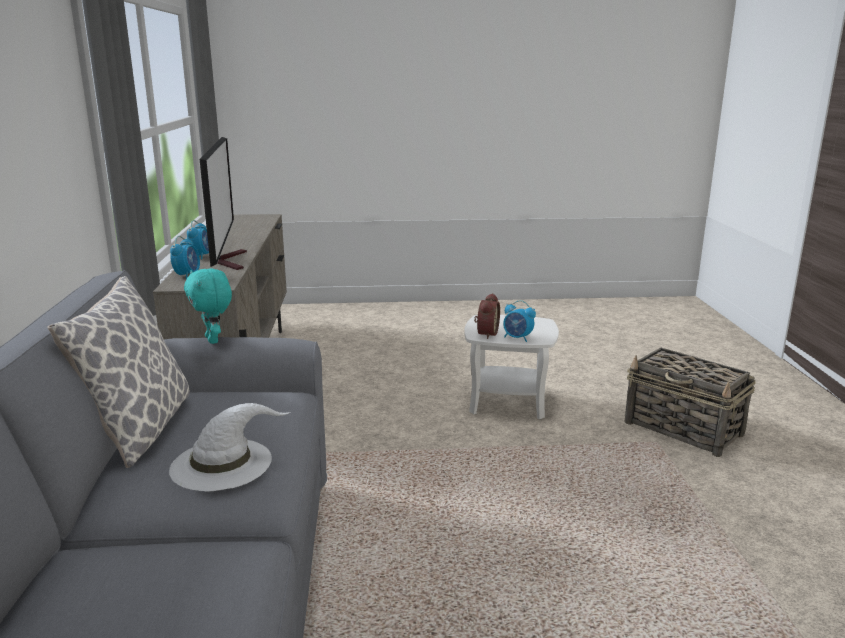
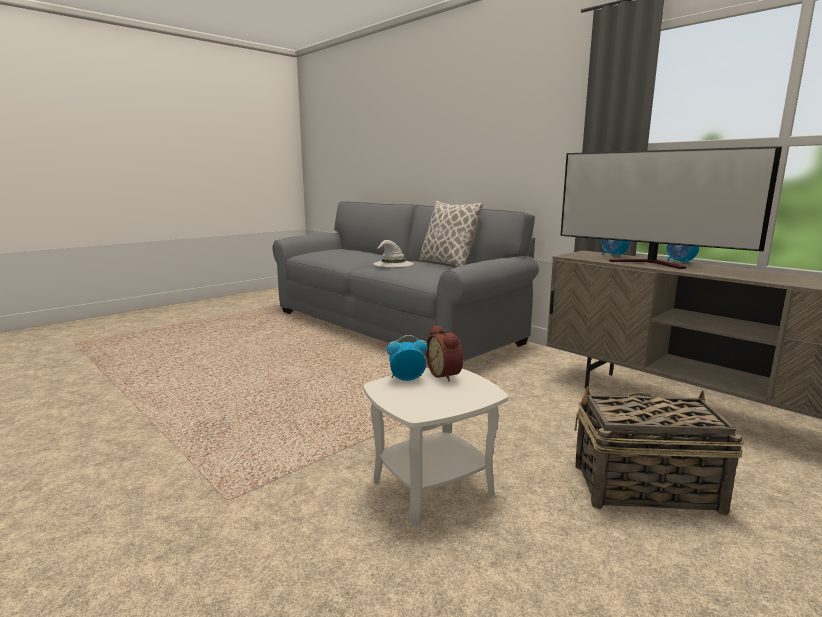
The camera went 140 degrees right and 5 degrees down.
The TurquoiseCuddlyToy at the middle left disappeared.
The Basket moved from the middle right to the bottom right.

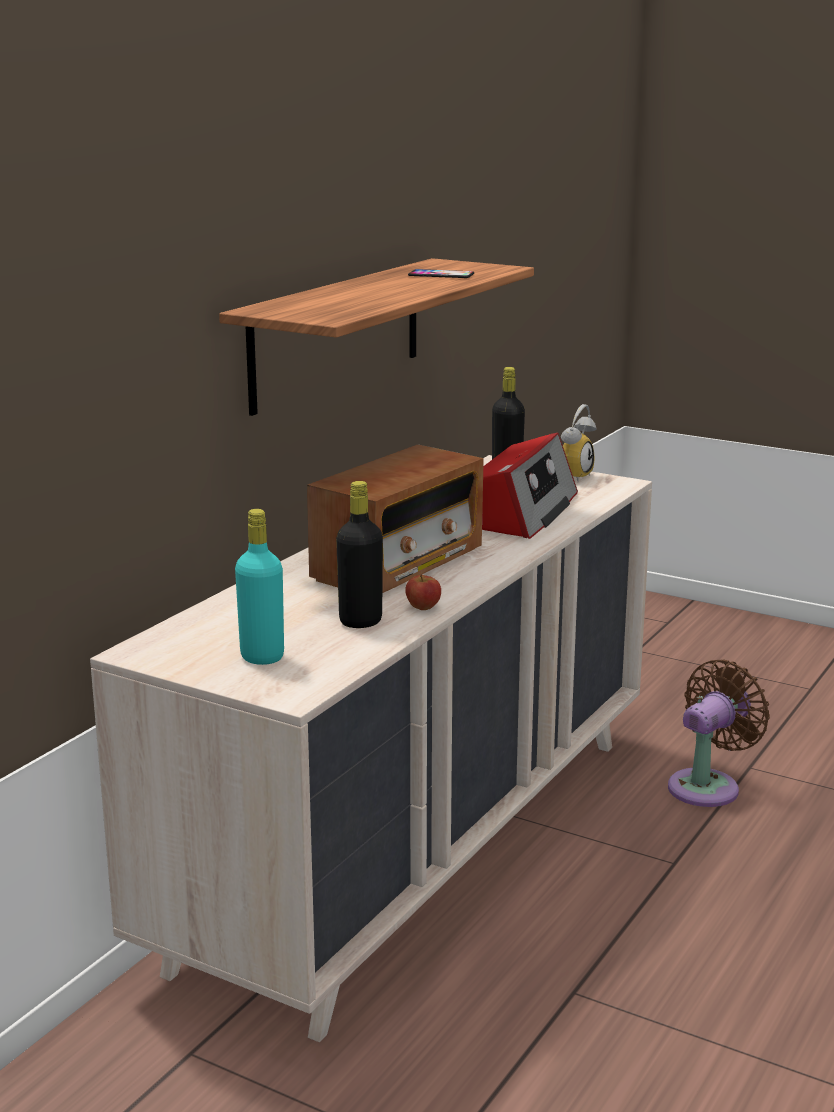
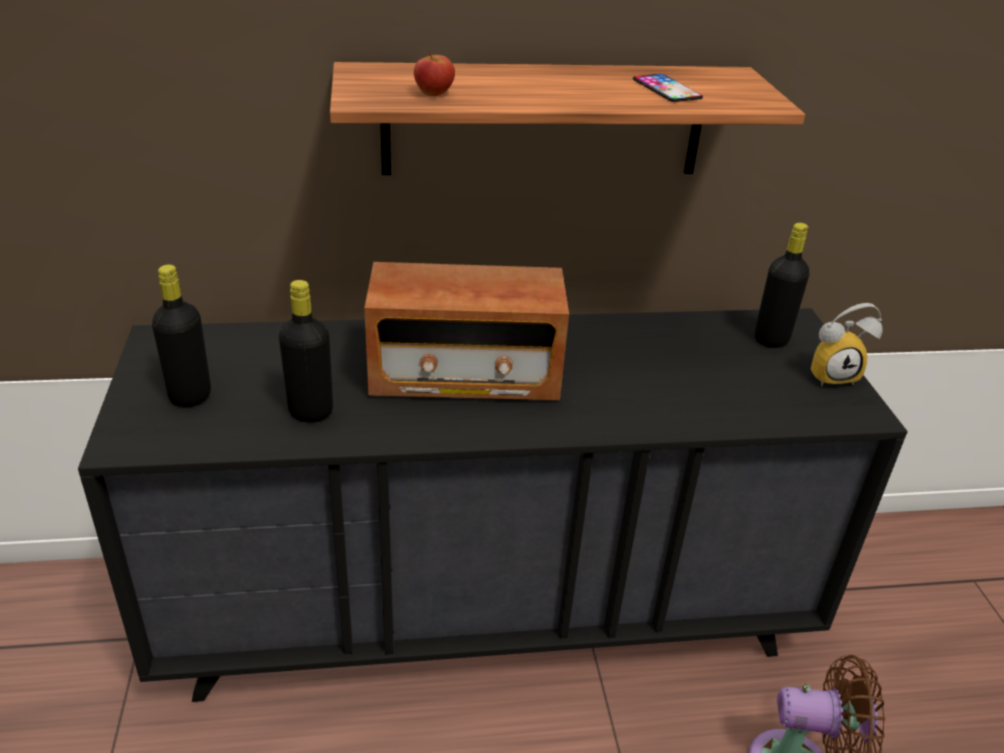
The camera went 50 degrees right and 15 degrees up.
The Radio (no. 2 from left) at the centre disappeared.
The SandColouredDresser at the bottom centre became the BlackDresser at the bottom centre.
The TurquoiseBottle at the middle left became the BlackBottle (no. 1 from left) at the middle left.
The AppleFruit moved from the centre to the top centre.

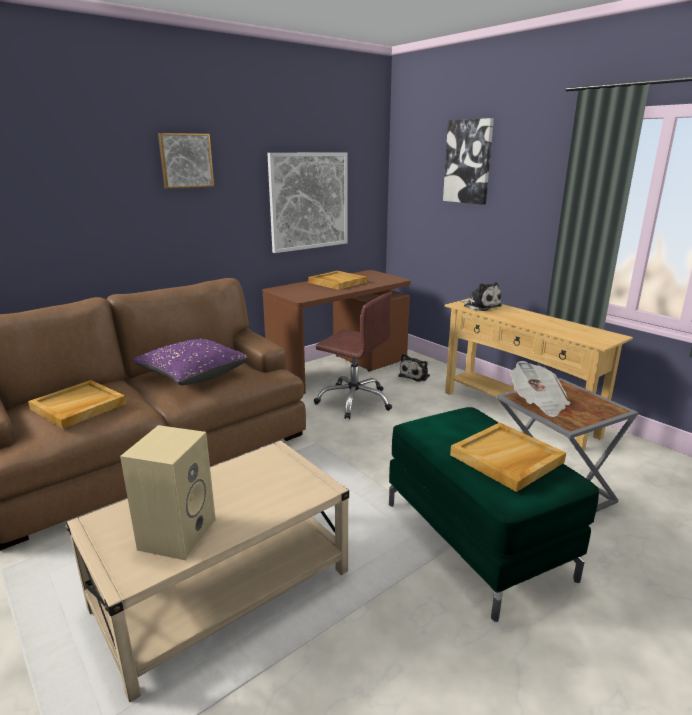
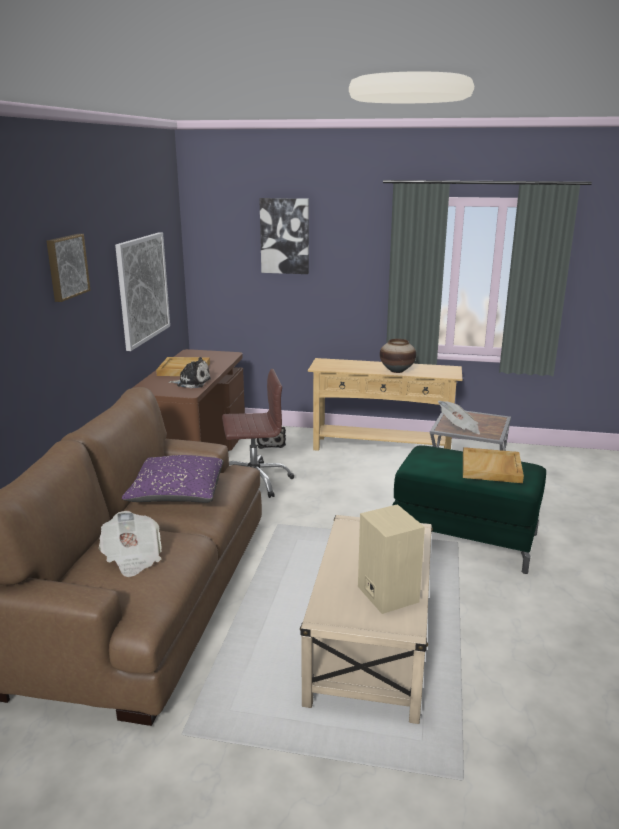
The camera went 40 degrees left and 0 degrees up.
The CuddlyToy (no. 2 from left in the first image) moved from the middle right to the middle left.
The SandColouredServingTray (no. 1 from left) at the middle left was replaced by the PrintedPaper (no. 1 from left) at the middle left.
The FlowerVase at the centre appeared.

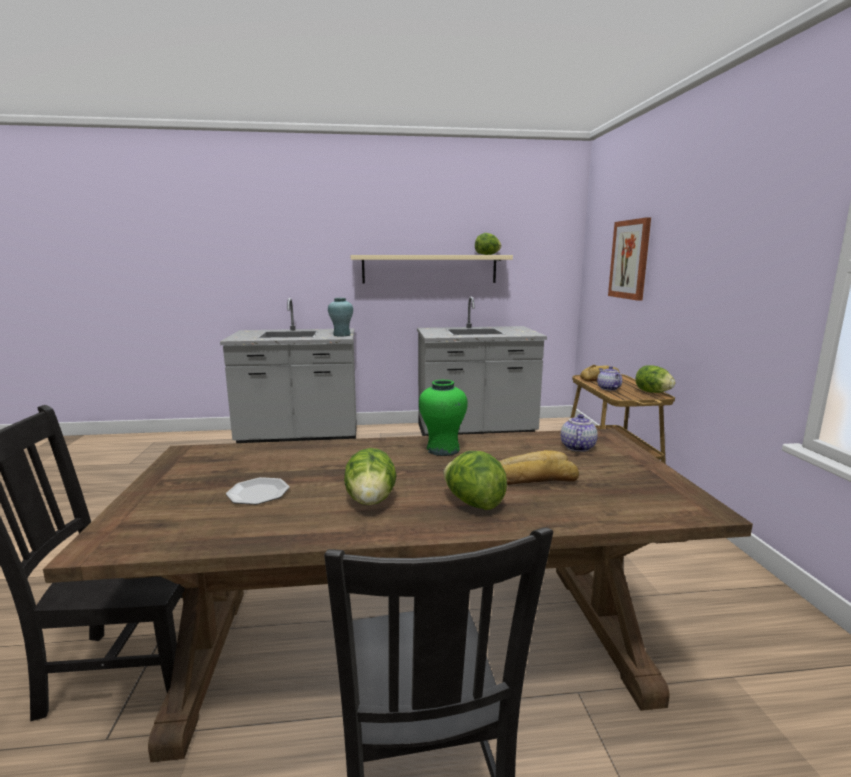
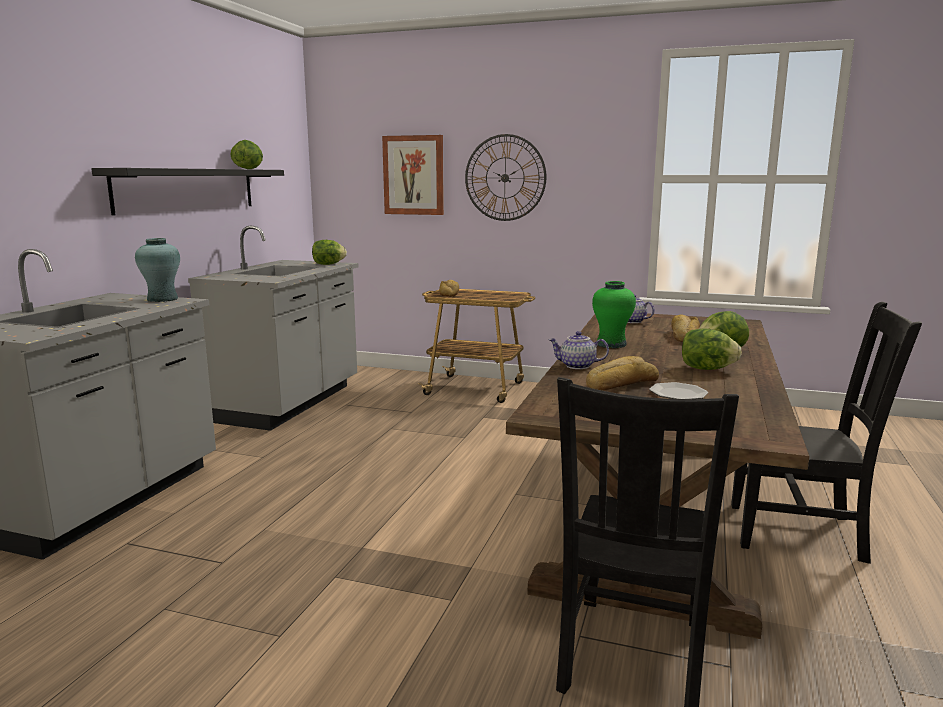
The camera went 65 degrees left and 0 degrees up.
The SandColouredShelf at the centre became the BlackShelf at the top left.
The Lettuce (no. 4 from left in the first image) moved from the middle right to the centre.
The Teapot (no. 2 from left in the first image) moved from the middle right to the centre.
The HangingClock at the top centre appeared.
The Bread (no. 2 from left) at the centre appeared.

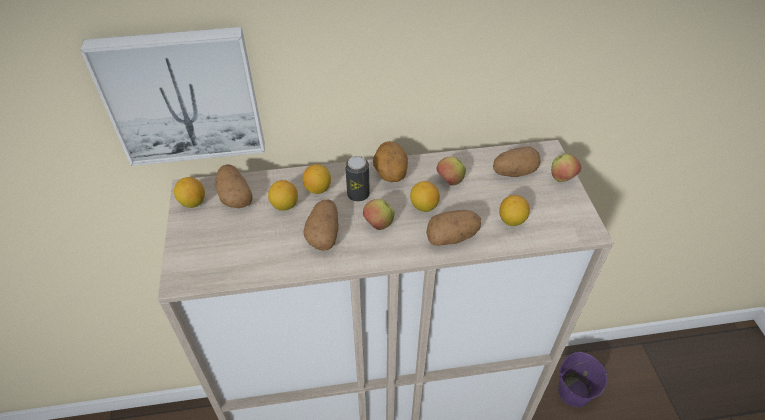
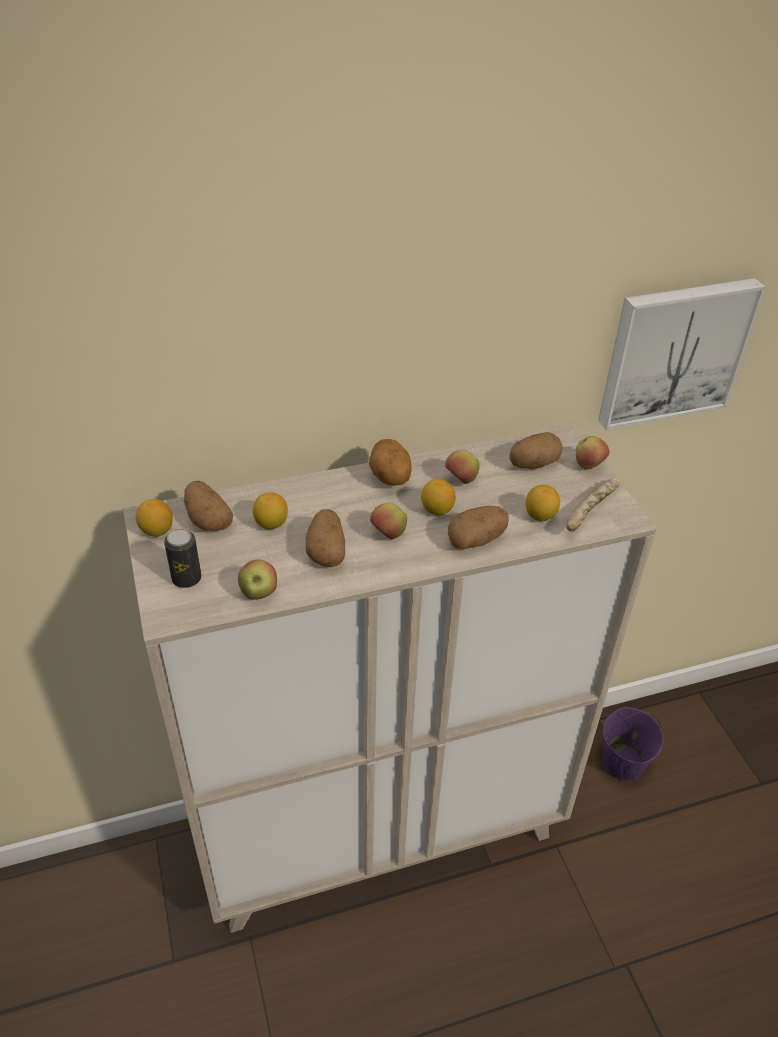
The camera went 10 degrees left and 5 degrees down.
The WallPicture moved from the top left to the middle right.
The SealedCan moved from the centre to the middle left.
The Lemon (no. 3 from left) at the centre disappeared.
The Bread at the middle right appeared.
The AppleFruit (no. 1 from left) at the middle left appeared.

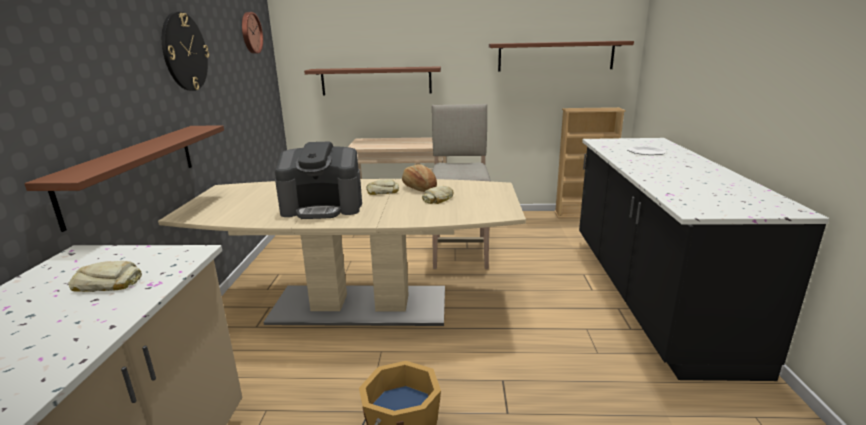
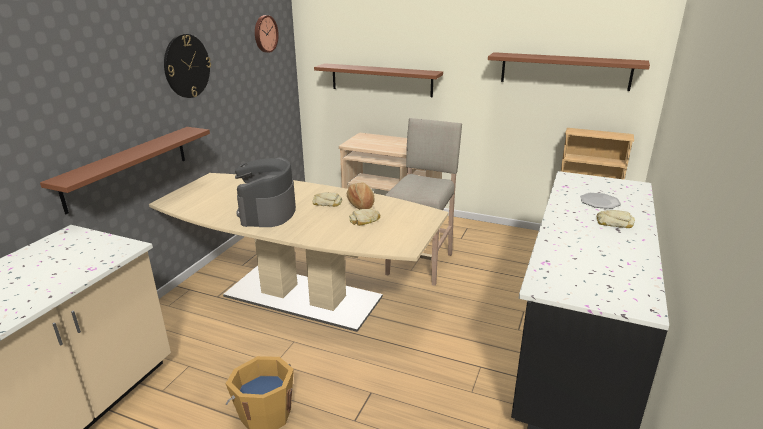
The camera went 20 degrees right and 5 degrees up.
The CoffeeMachine at the centre turned 75 degrees clockwise.
The Bread (no. 1 from left in the first image) moved from the middle left to the middle right.

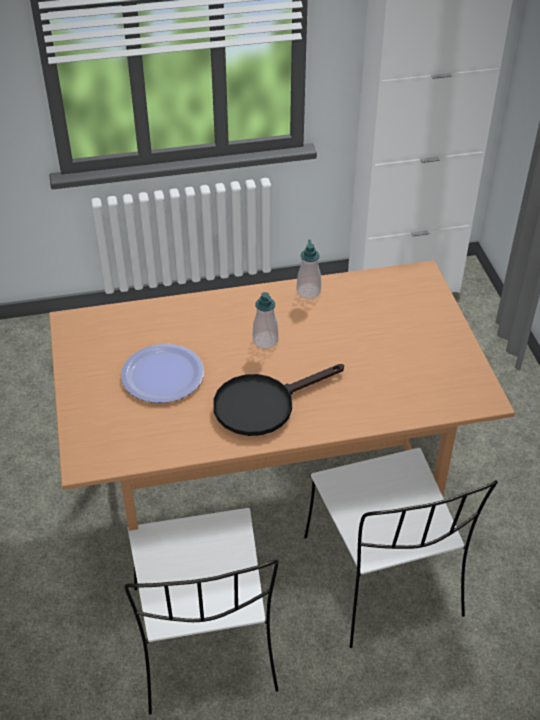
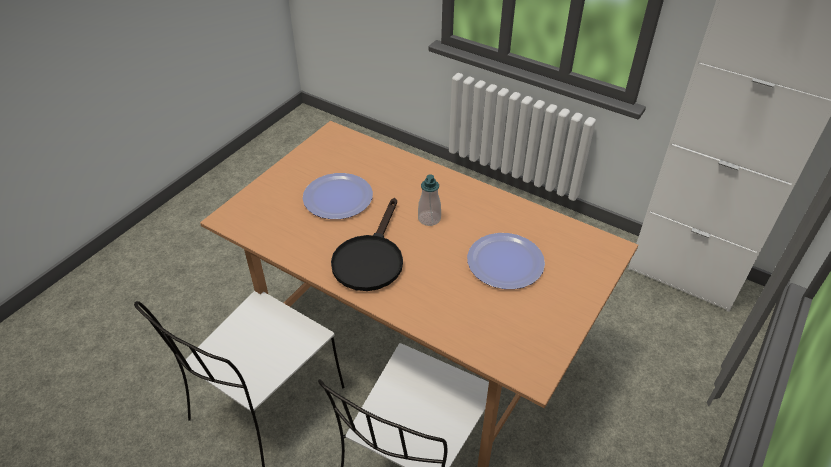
The camera went 45 degrees right and 0 degrees up.
The SoapBottle (no. 2 from left) at the centre disappeared.
The BlackFryingPan at the centre turned 90 degrees counterclockwise.
The DinnerPlate (no. 2 from left) at the centre appeared.

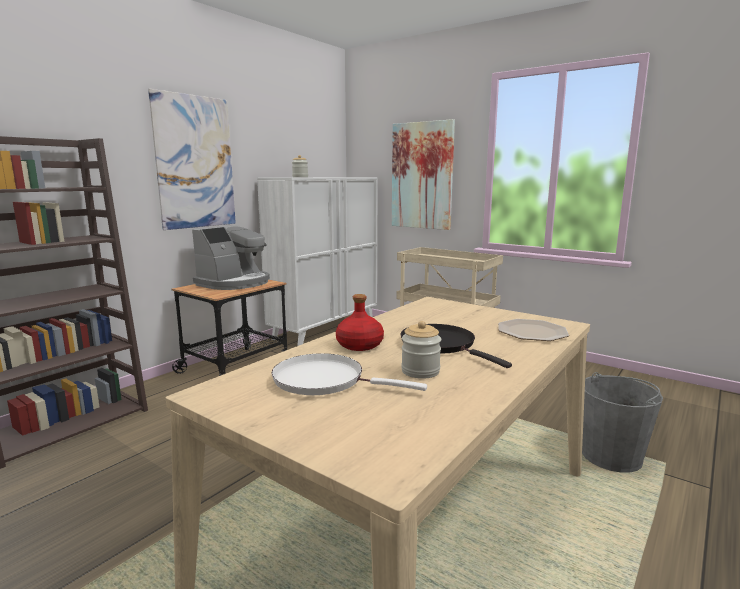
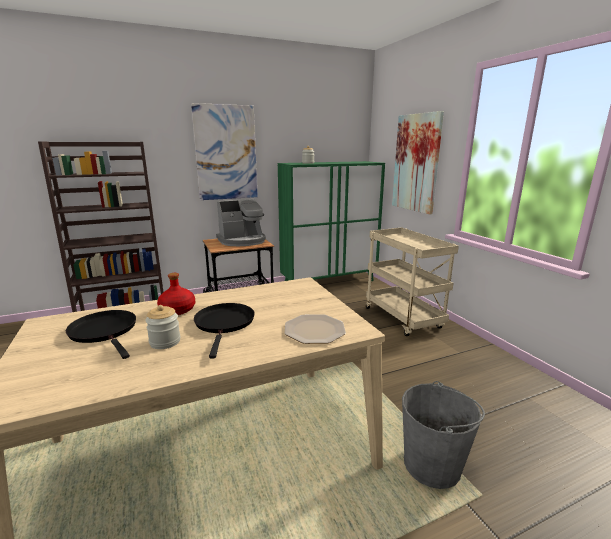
The camera went 30 degrees right and 5 degrees up.
The WhitishCupboard at the centre became the GreenishCupboard at the centre.
The WhitishFryingPan at the centre became the BlackFryingPan (no. 1 from left) at the middle left.

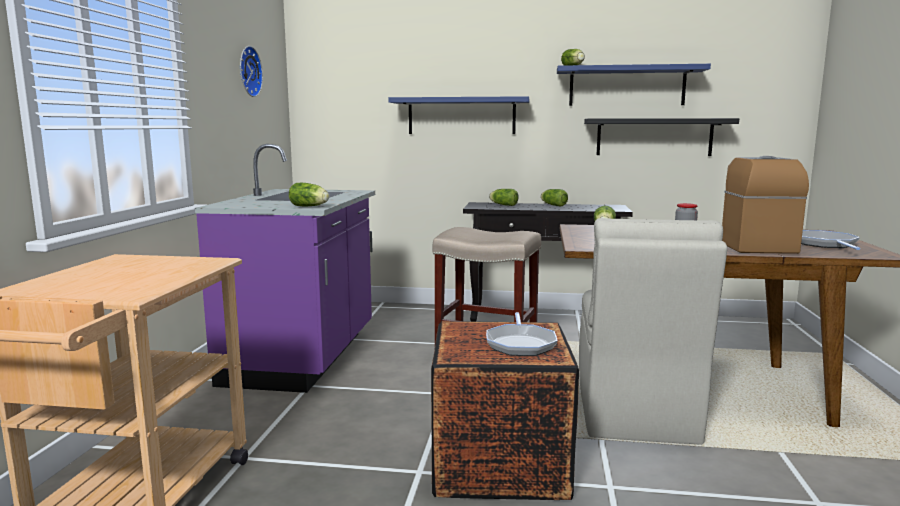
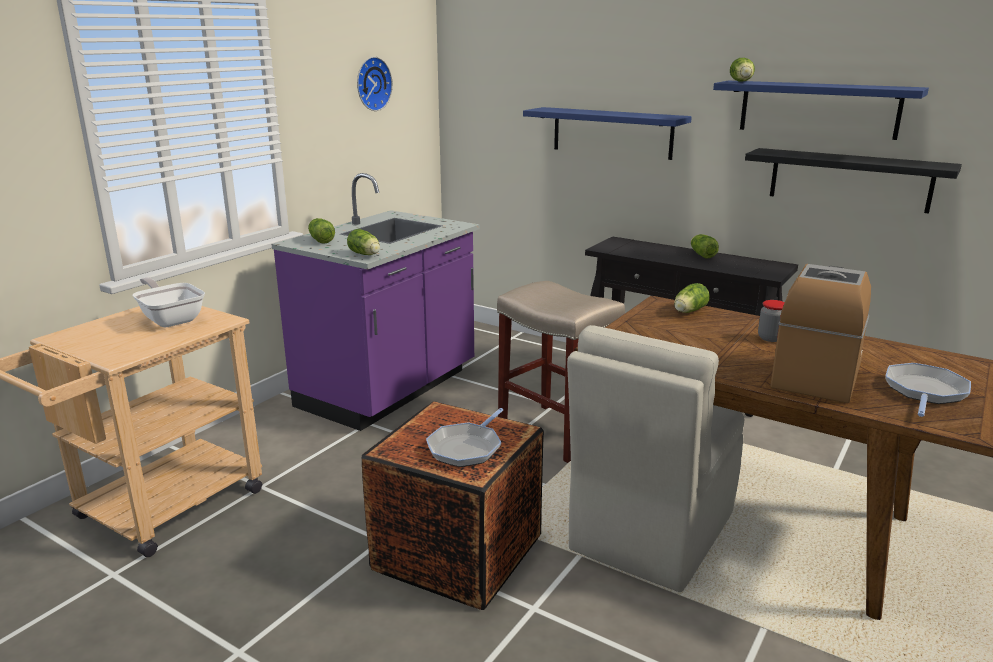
The camera went 25 degrees right and 10 degrees up.
The Lettuce (no. 2 from left in the first image) moved from the centre to the middle left.
The FryingPan (no. 1 from left) at the middle left appeared.

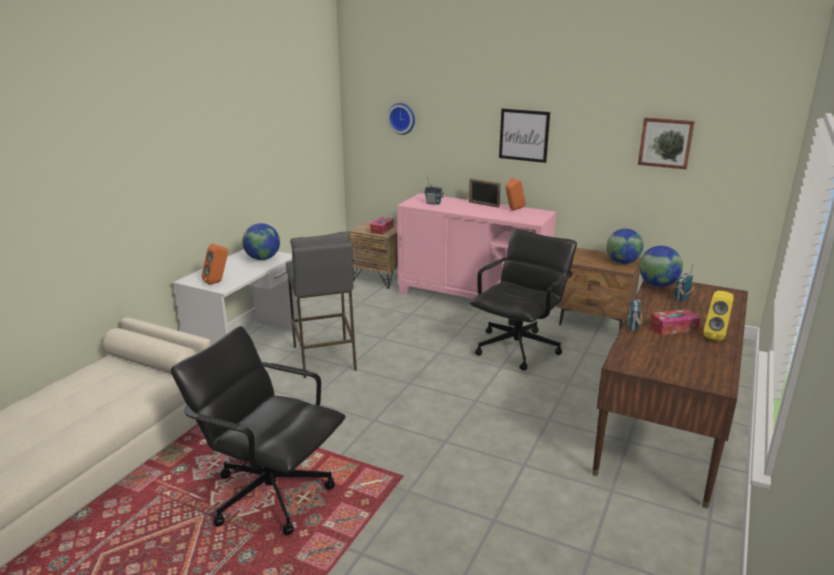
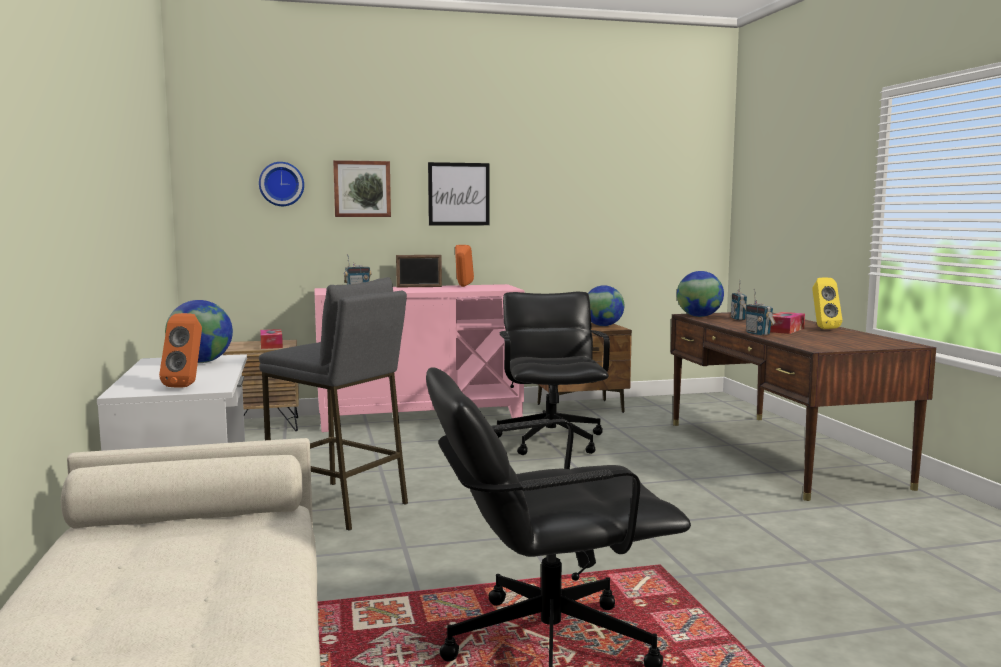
The camera went 40 degrees left and 15 degrees down.
The WallPicture (no. 2 from left in the first image) moved from the top right to the top centre.

